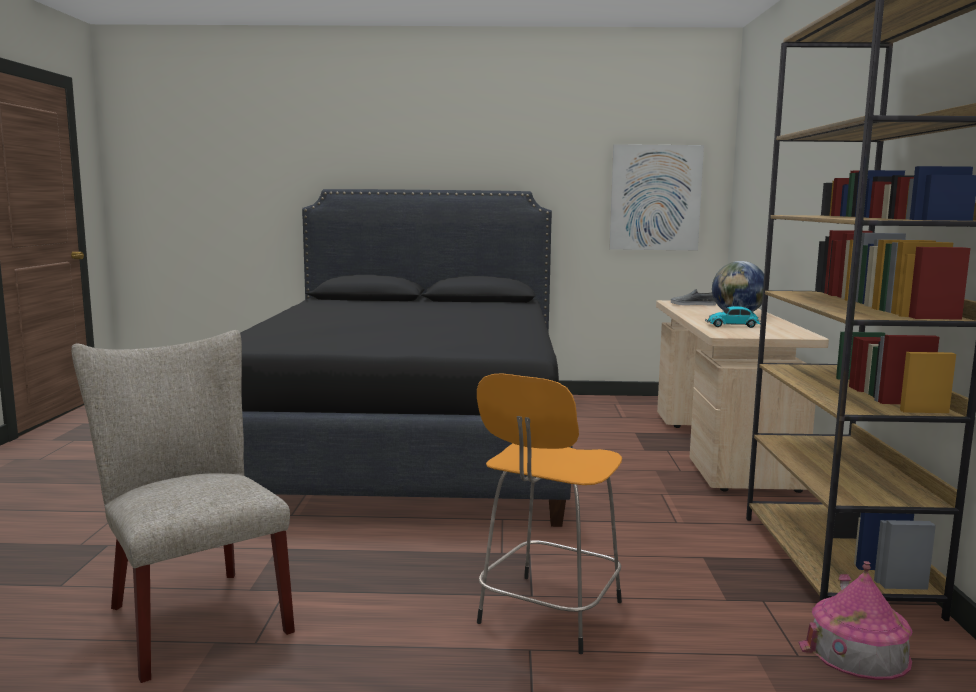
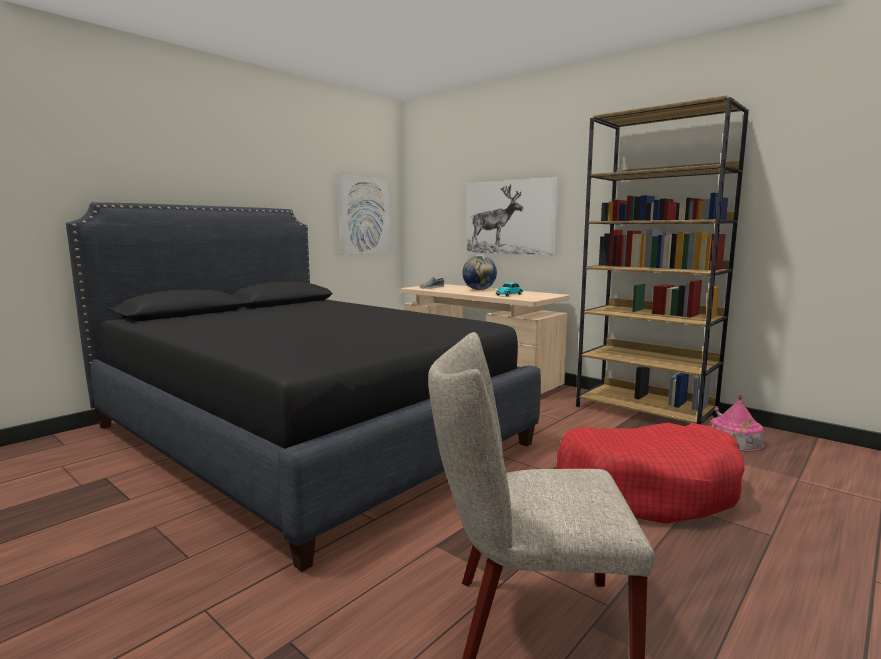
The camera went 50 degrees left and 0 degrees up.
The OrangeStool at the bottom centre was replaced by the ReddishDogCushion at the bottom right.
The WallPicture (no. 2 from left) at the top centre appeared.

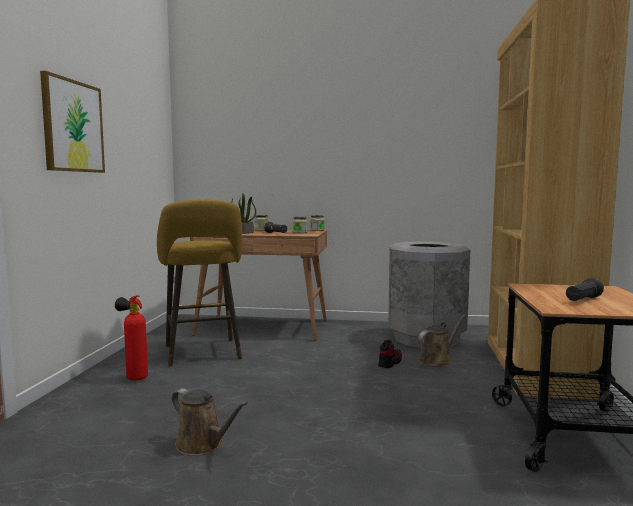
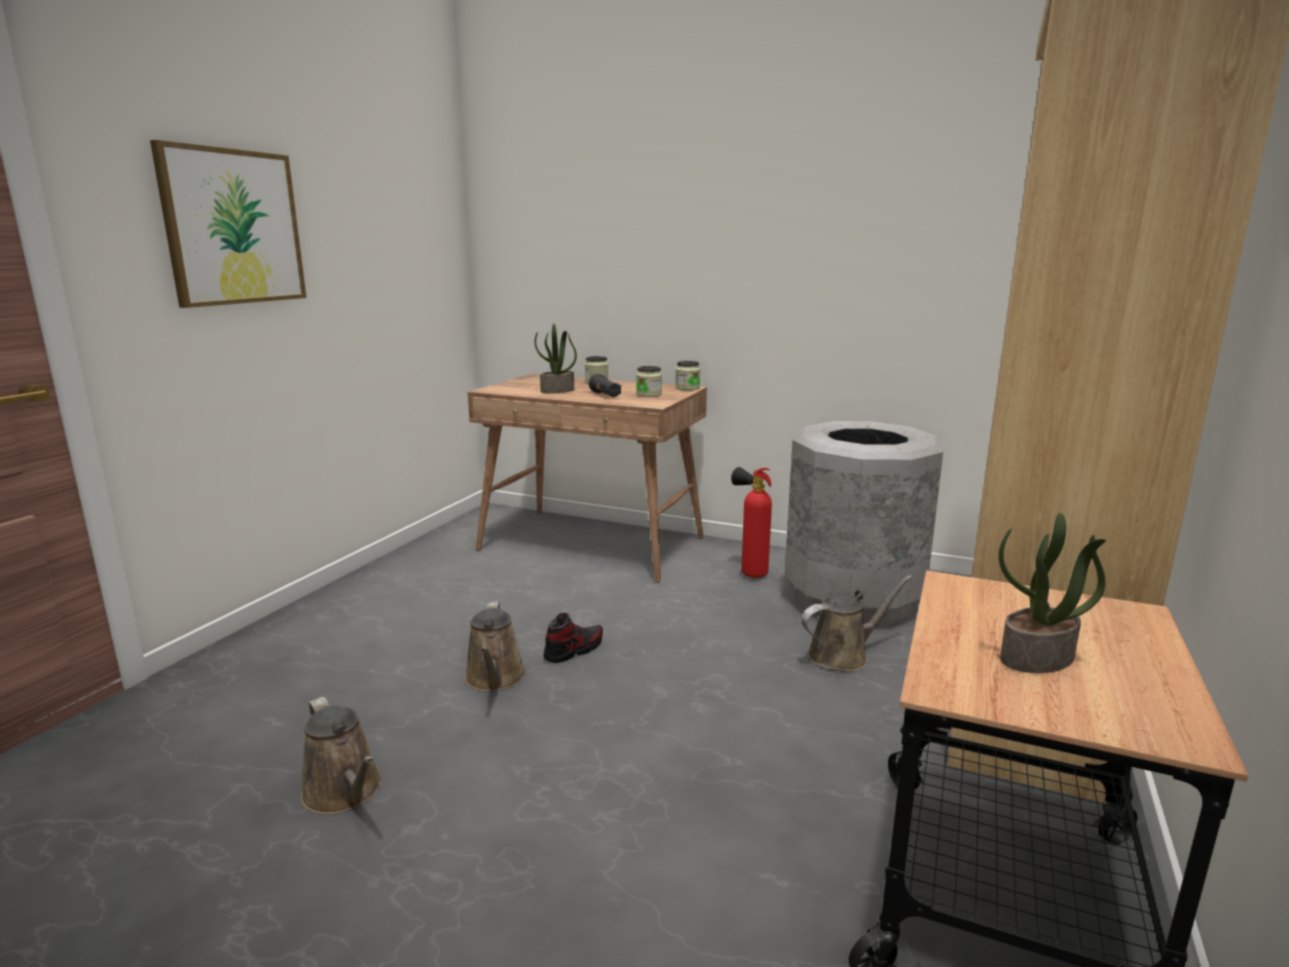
The camera went 15 degrees right and 10 degrees up.
The YellowColouredStool at the middle left disappeared.
The BlackTorch (no. 2 from left) at the middle right was replaced by the PottedPlant (no. 2 from left) at the middle right.
The Extinguisher moved from the bottom left to the centre.
The ItemOfFootwear moved from the bottom centre to the centre.
The BrownWateringPot (no. 2 from left) at the bottom centre appeared.

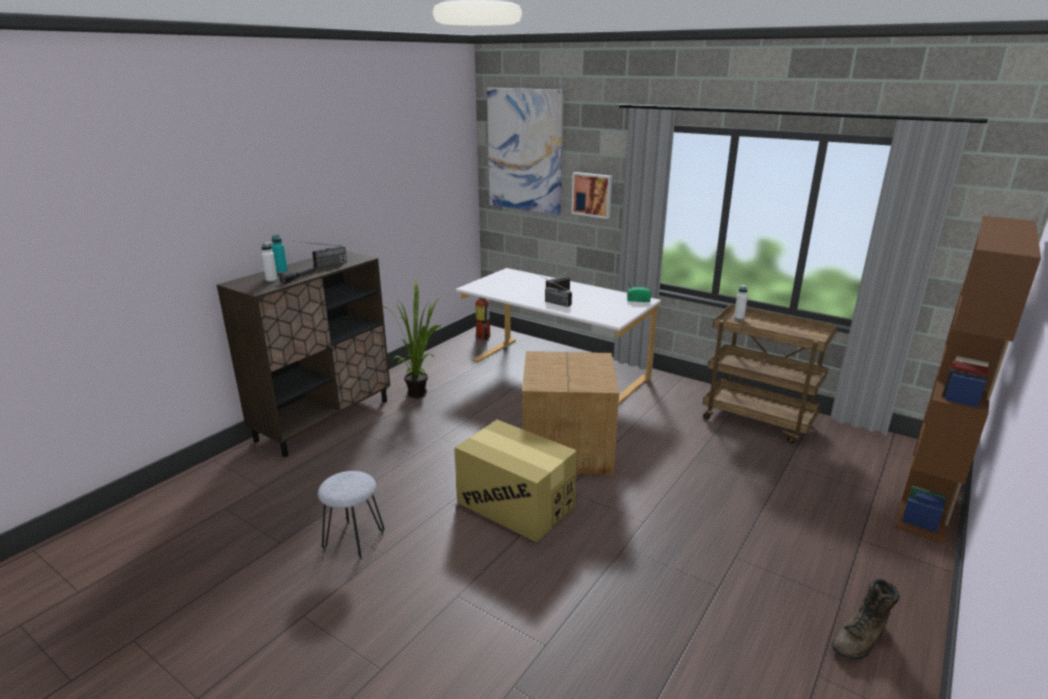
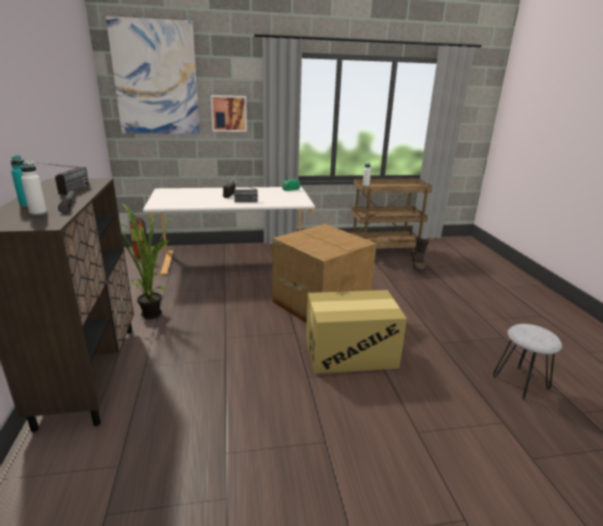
The camera went 45 degrees left and 0 degrees up.
The BrownBookcase at the middle right disappeared.
The GreyishStool moved from the bottom centre to the bottom right.
The BrownHighTopBoot moved from the bottom right to the middle right.

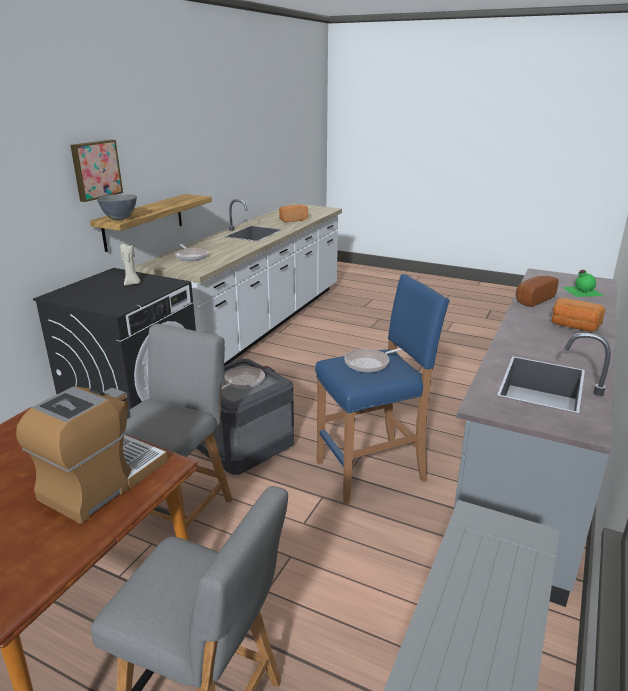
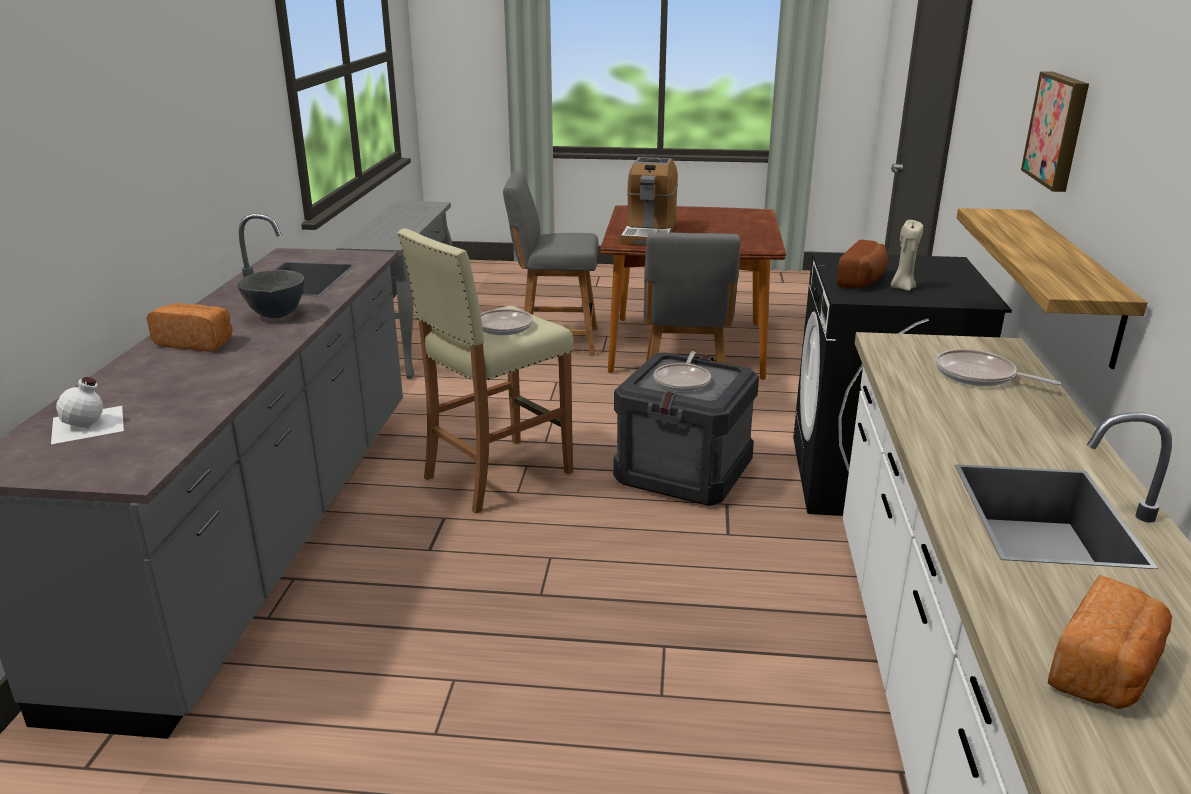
The camera went 160 degrees right and 0 degrees up.
The GreyishDeepDish moved from the top left to the middle left.
The GreenishBottle at the middle right became the WhitishBottle at the middle left.
The BluishStool at the centre became the SandColouredStool at the centre.
The Bread (no. 2 from left) moved from the middle right to the top right.

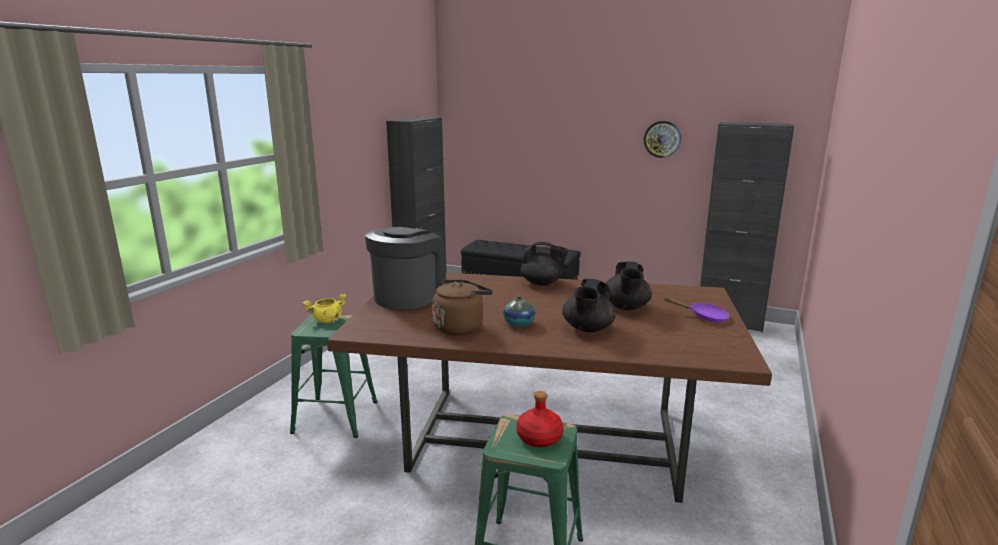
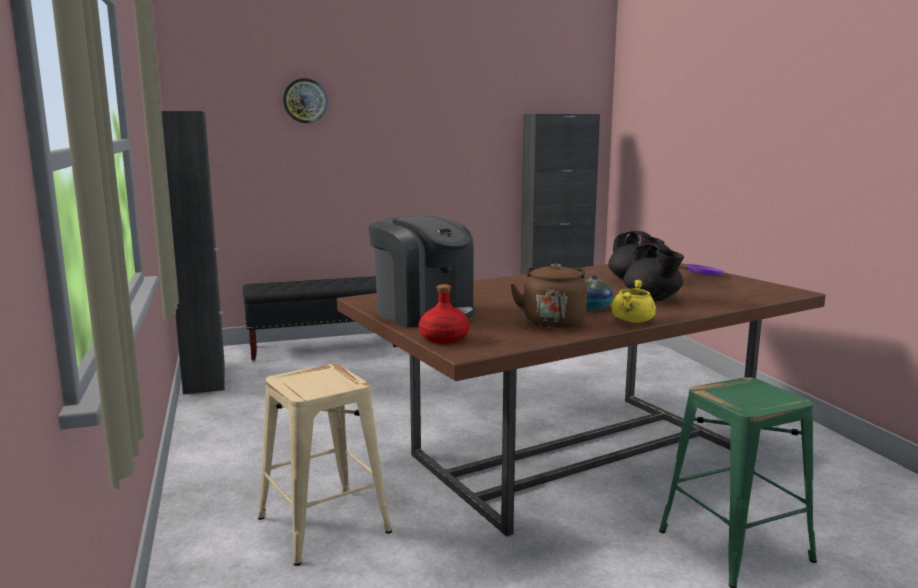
The camera went 40 degrees left and 5 degrees down.
The HangingClock moved from the top centre to the top left.
The CoffeeMachine at the centre turned 150 degrees clockwise.
The BlackTeapot (no. 1 from left) at the centre disappeared.
The YellowColouredStockpot moved from the middle left to the middle right.
The GreenishStool (no. 1 from left) at the bottom centre became the SandColouredStool at the bottom centre.
The ReddishBottle moved from the bottom centre to the centre.

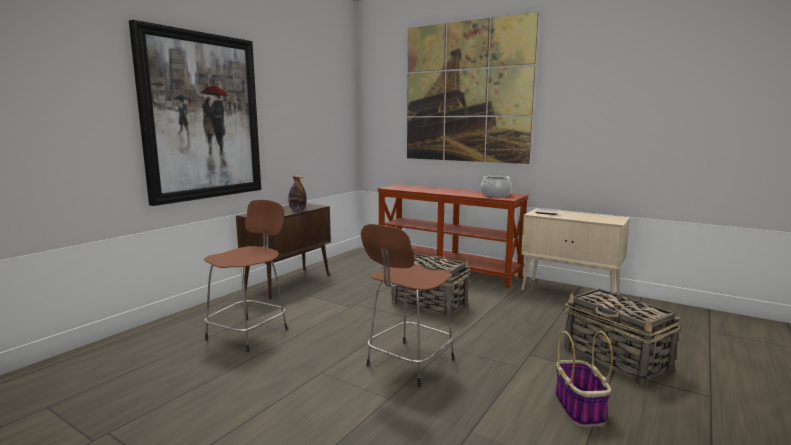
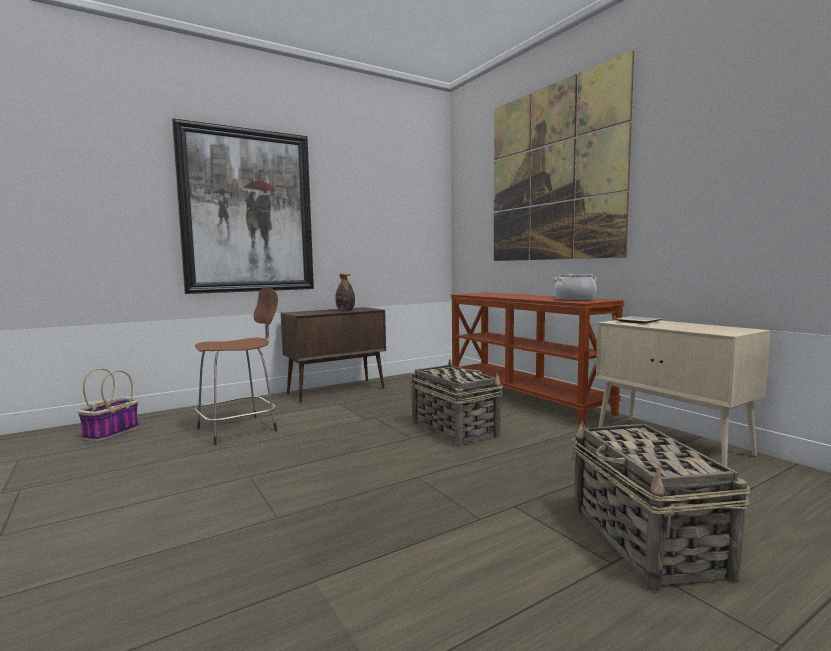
The camera went 25 degrees right and 5 degrees down.
The BrownStool (no. 2 from left) at the bottom centre disappeared.
The Basket (no. 2 from left in the first image) moved from the bottom right to the middle left.

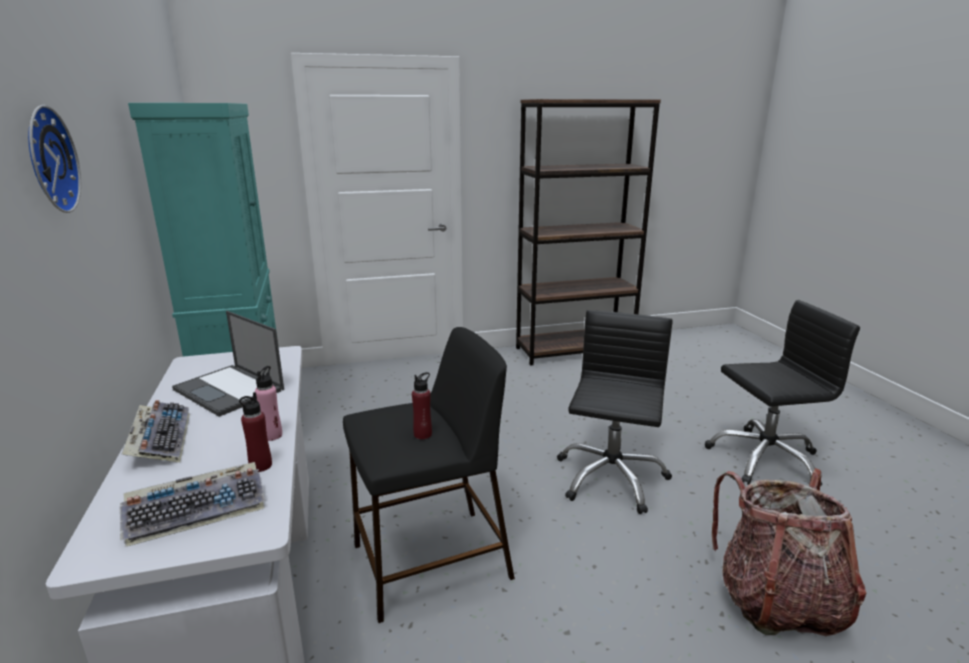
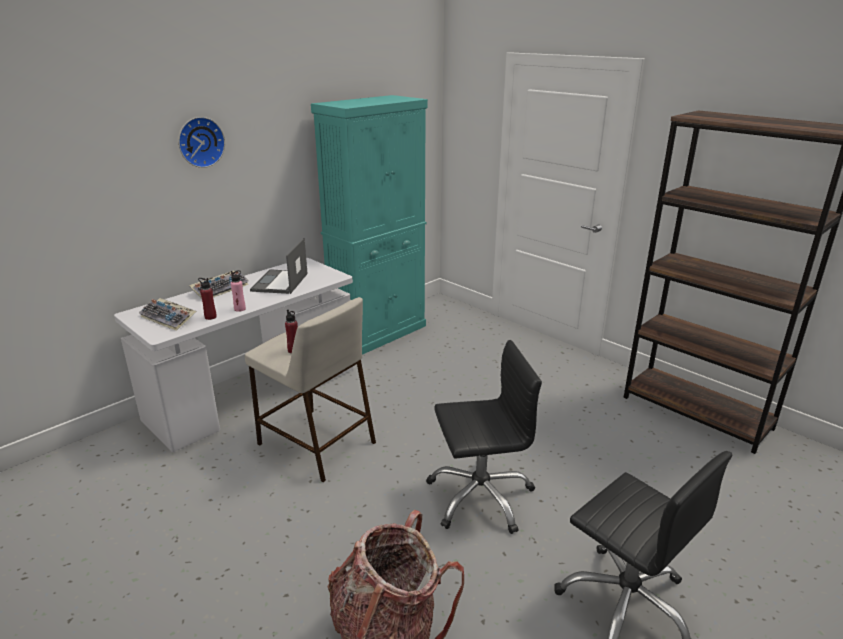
The camera went 60 degrees right and 5 degrees up.
The BlackStool at the bottom centre became the SandColouredStool at the centre.

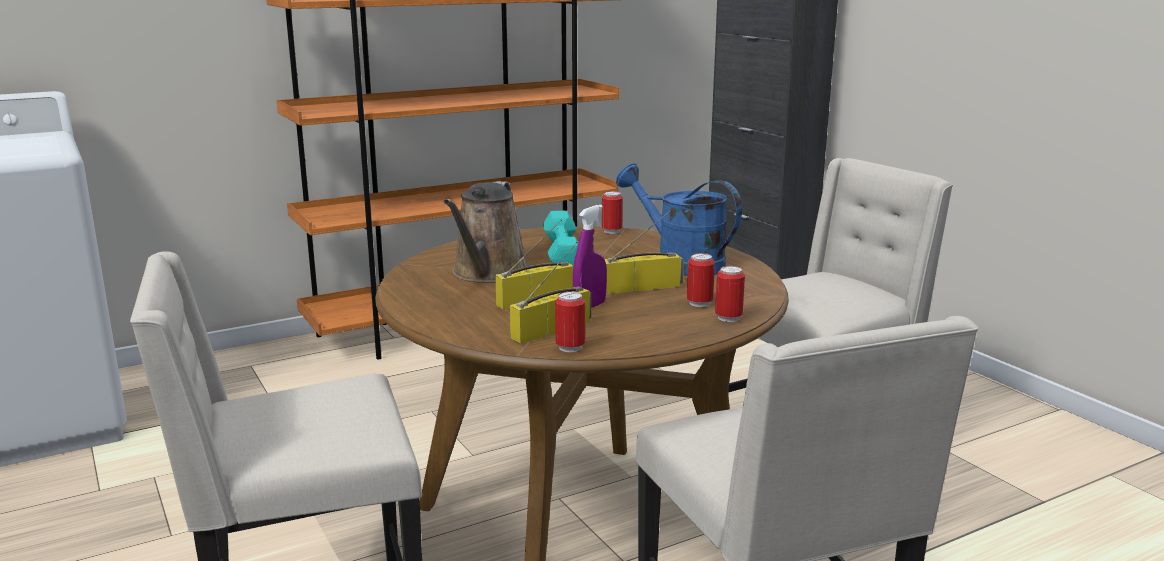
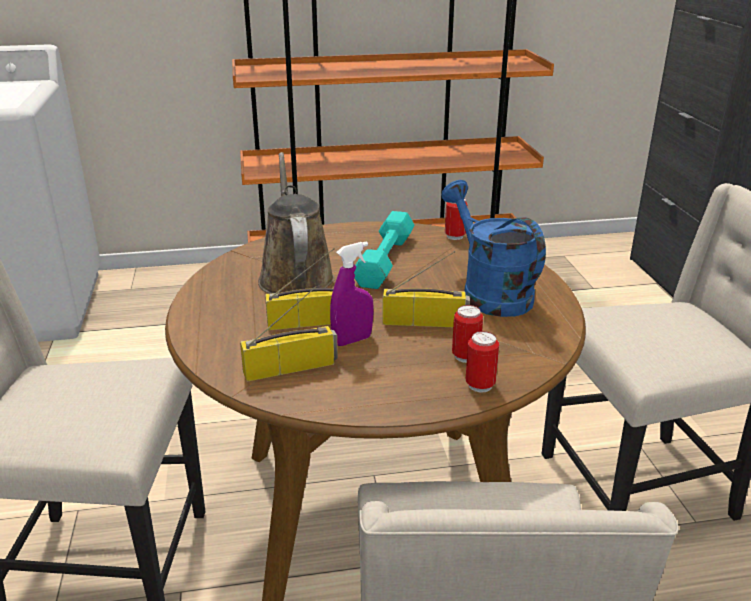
The camera went 20 degrees right and 10 degrees up.
The BrownWateringPot at the centre turned 135 degrees clockwise.
The SealedCan (no. 1 from left) at the centre disappeared.

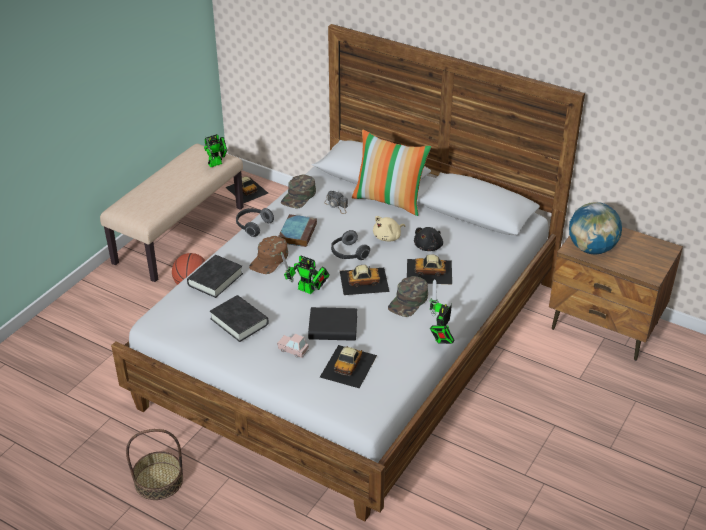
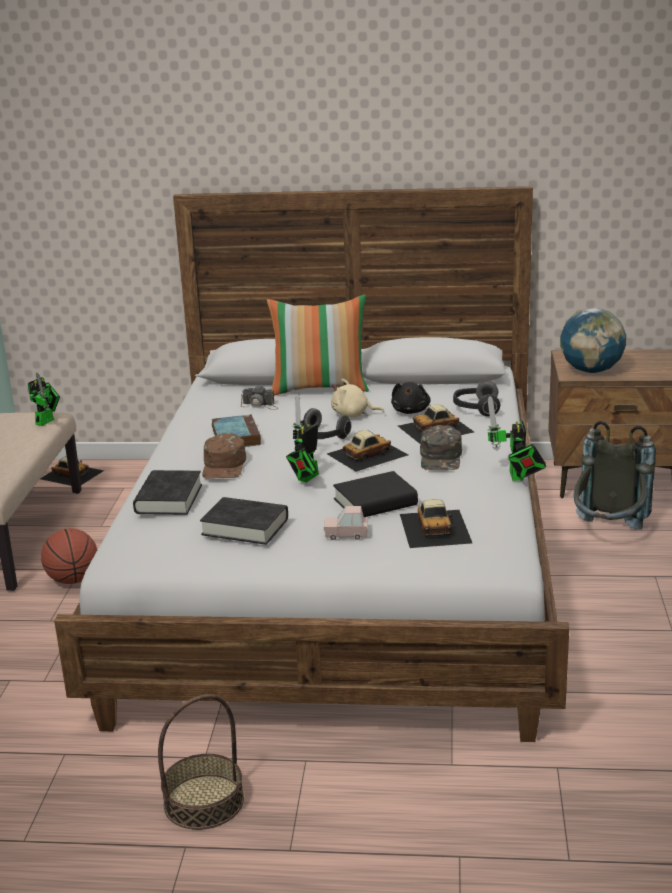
The camera went 25 degrees left and 15 degrees down.
The GreenishPeakedCap (no. 1 from left) at the centre disappeared.
The Headset (no. 1 from left in the first image) moved from the centre to the middle right.
The SandColouredCuddlyToy at the centre turned 75 degrees clockwise.
The ModelRobot (no. 2 from left) at the centre turned 120 degrees clockwise.
The GreyishRucksack at the middle right appeared.

